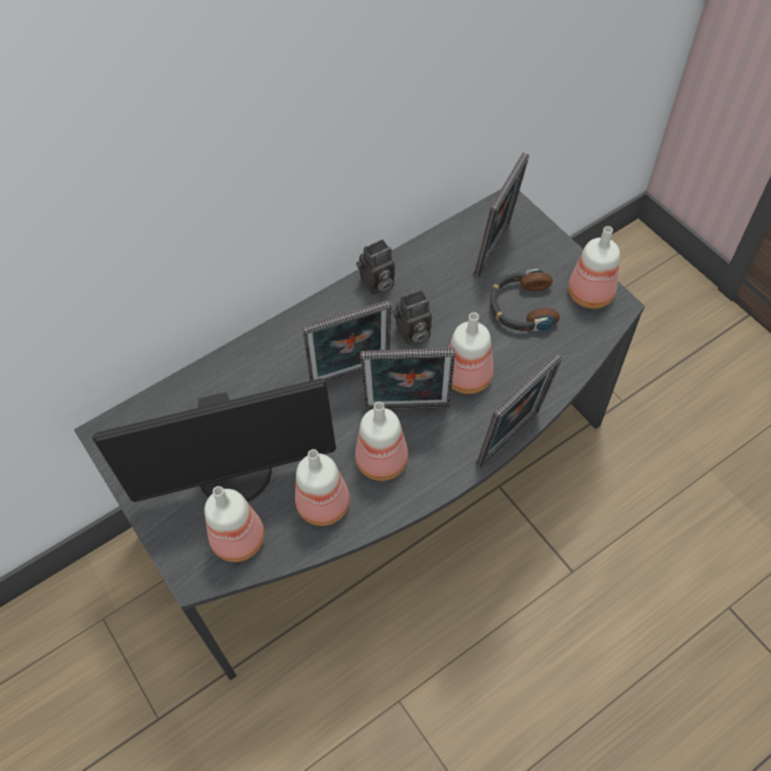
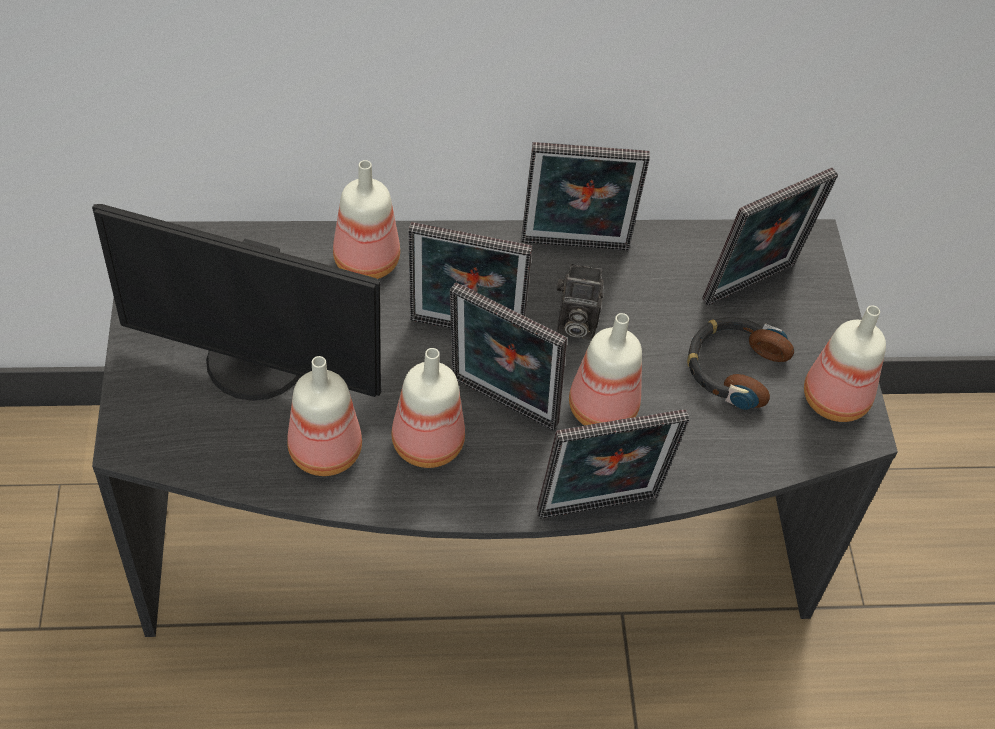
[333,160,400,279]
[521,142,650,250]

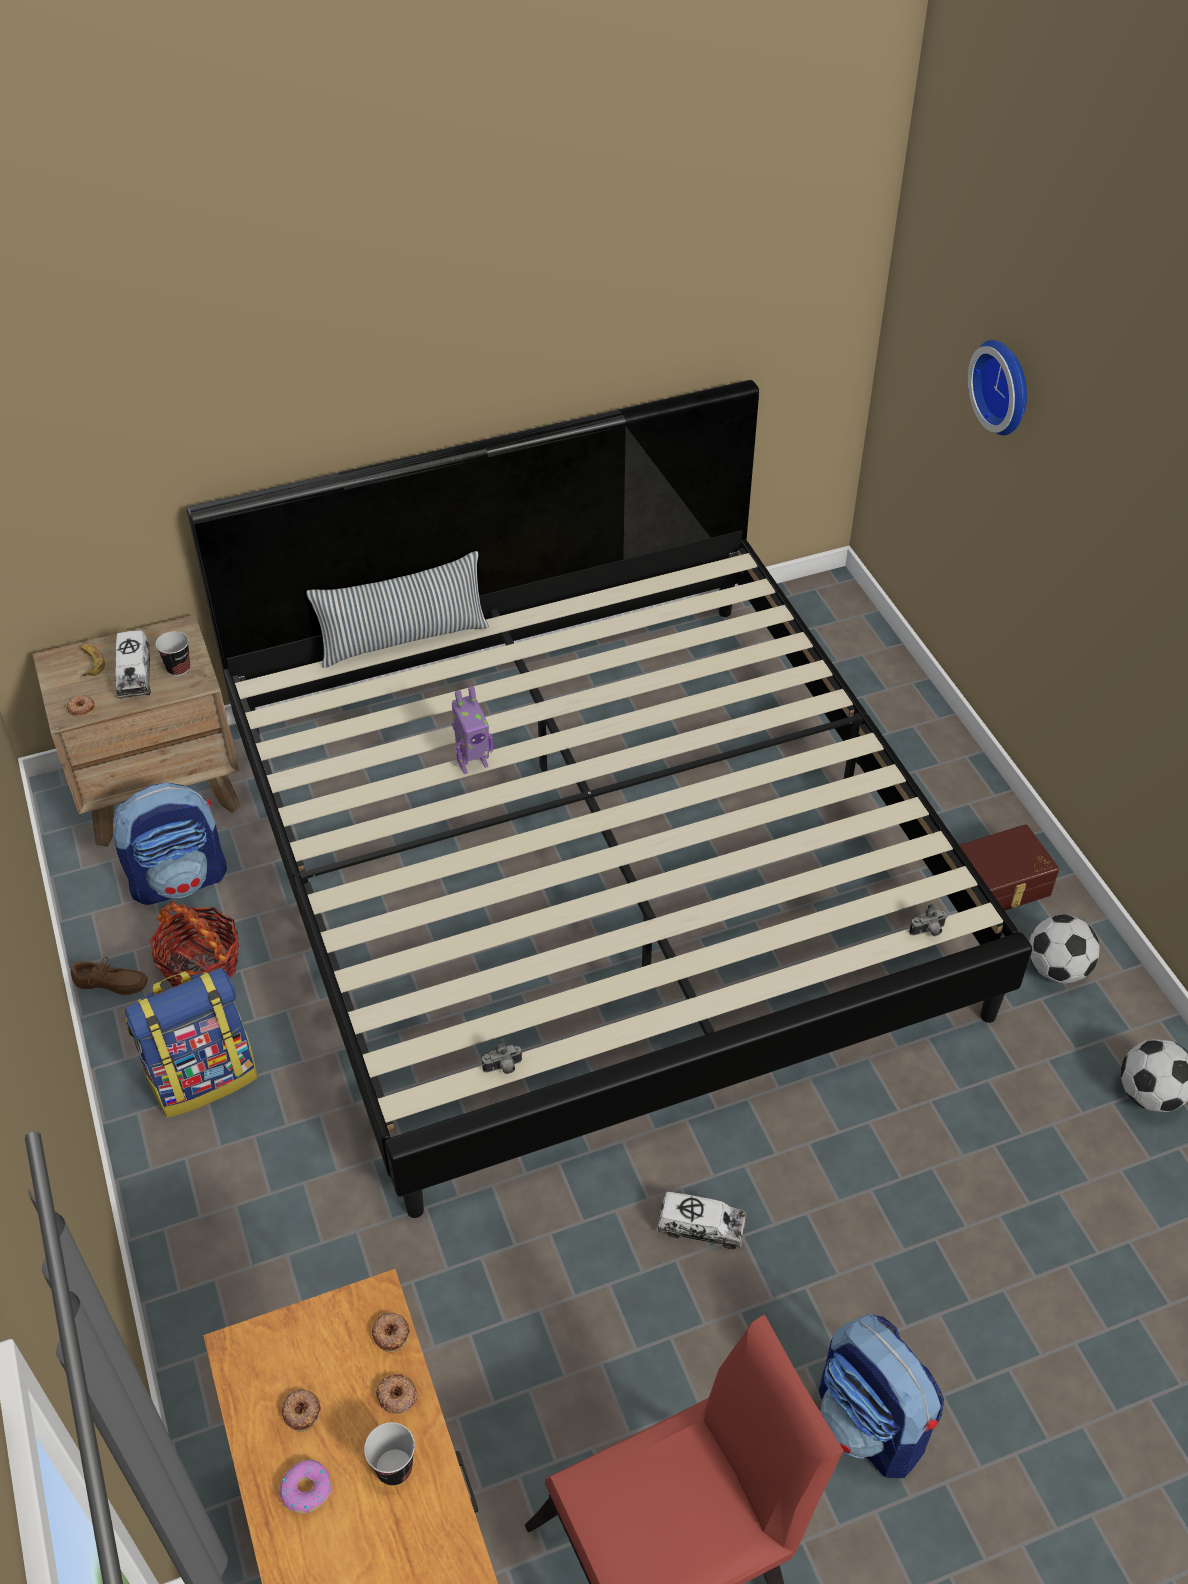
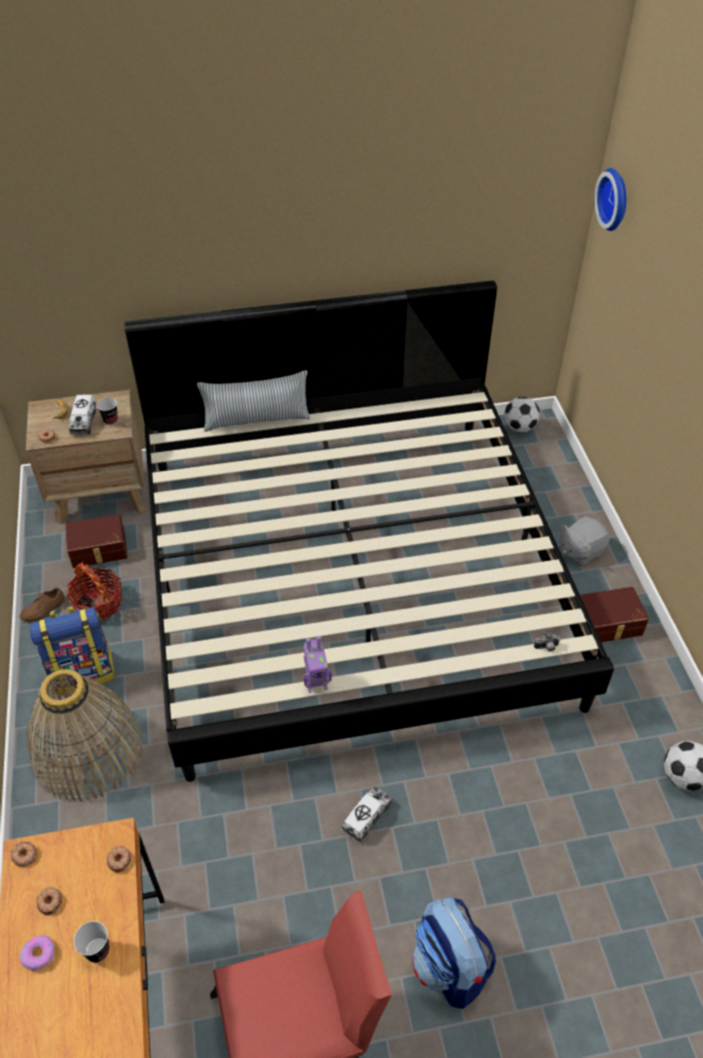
[11,841,37,867]
[20,587,65,622]
[27,669,143,802]
[65,514,128,568]
[304,636,332,693]
[342,786,392,843]
[504,397,540,433]
[559,516,610,566]
[594,168,626,231]
[482,1039,522,1074] (first image)

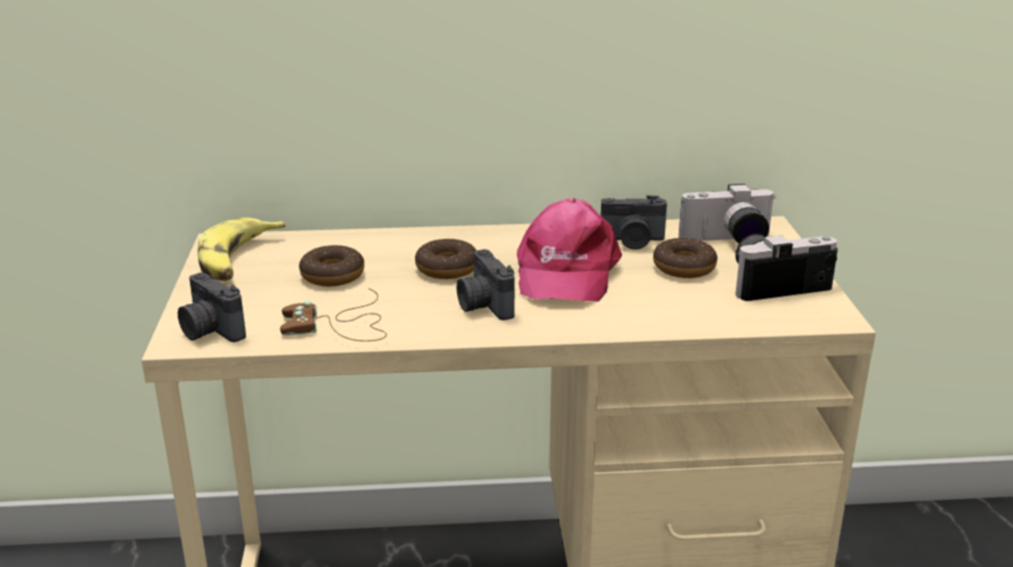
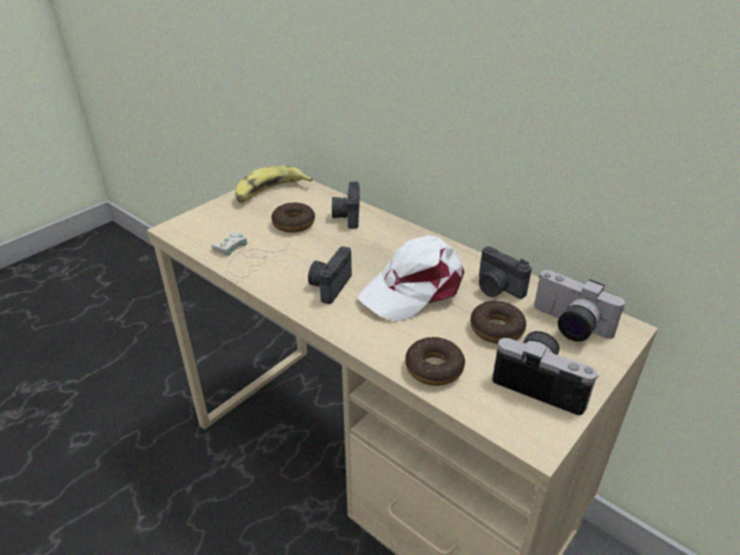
[211,232,289,278]
[332,181,360,228]
[357,235,464,322]
[405,337,465,386]

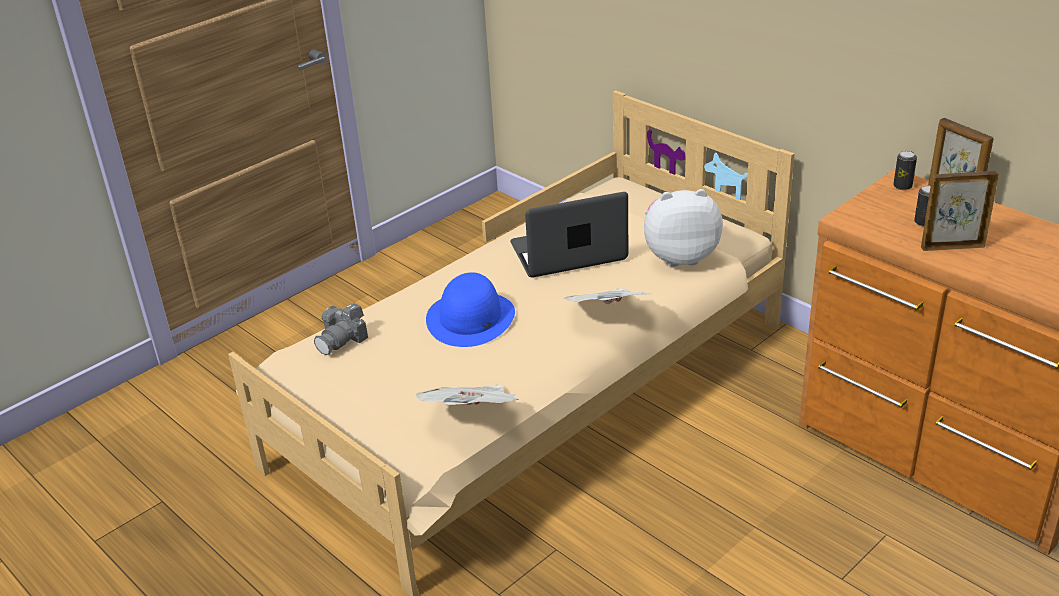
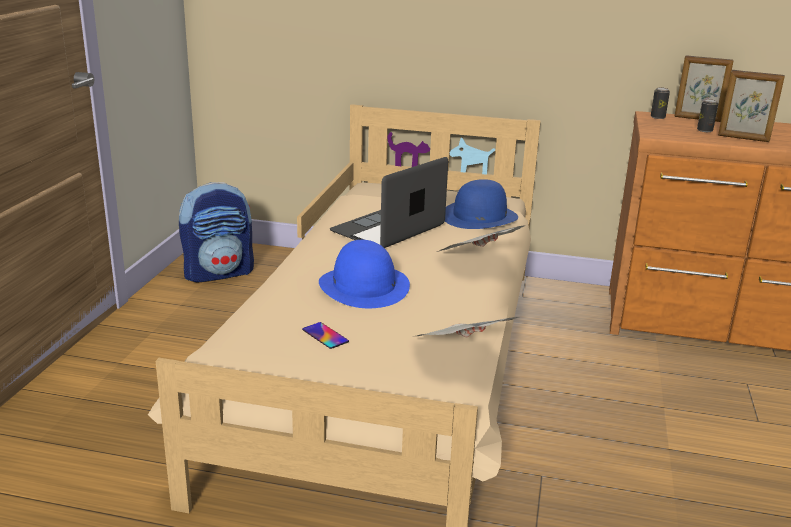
[179,182,254,283]
[302,322,349,349]
[445,179,518,229]
[718,70,785,142]
[314,303,368,355] (first image)

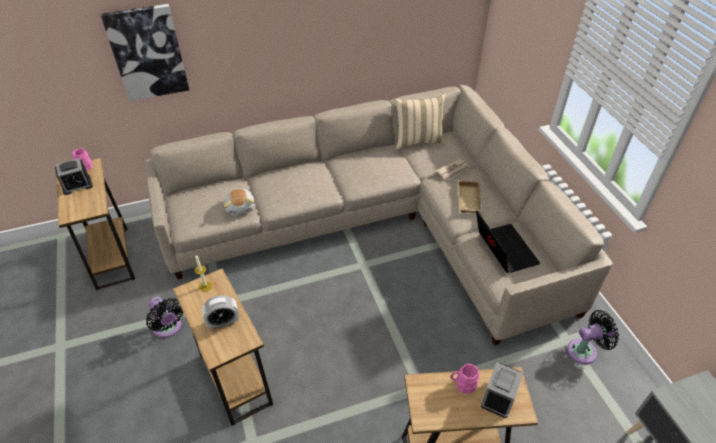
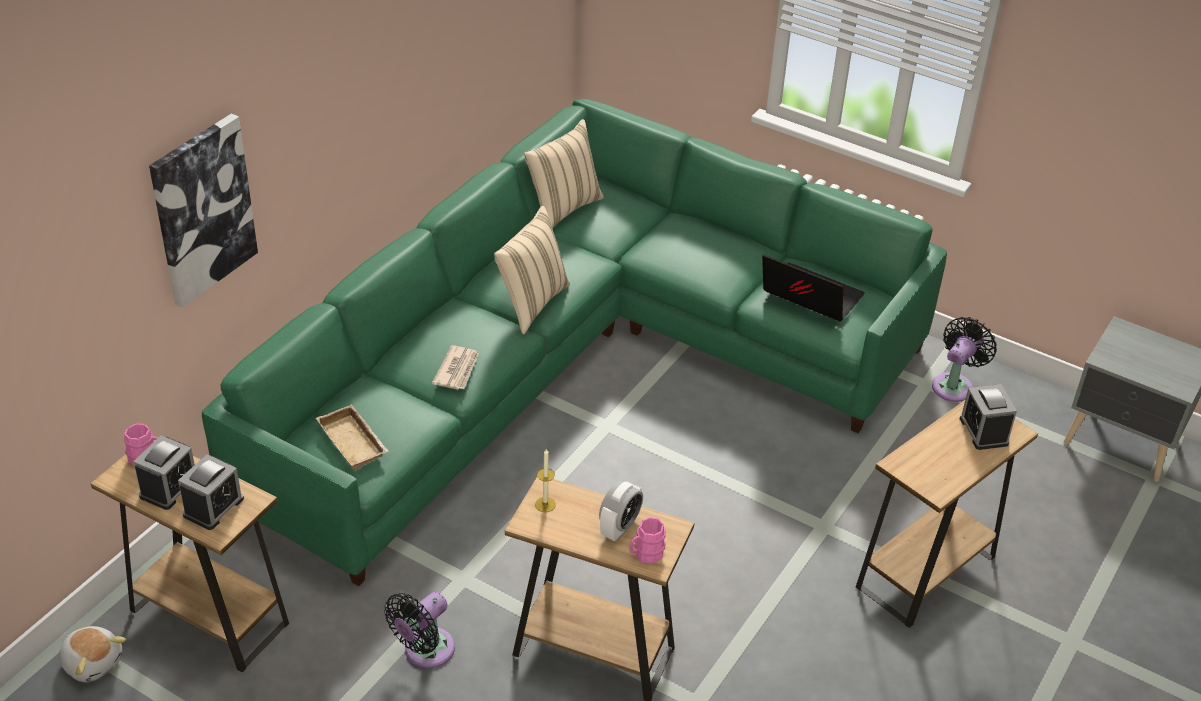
[59,626,126,682]
[178,454,244,530]
[202,99,947,586]
[316,404,389,470]
[384,592,455,668]
[432,345,479,390]
[494,206,570,334]
[629,517,666,564]

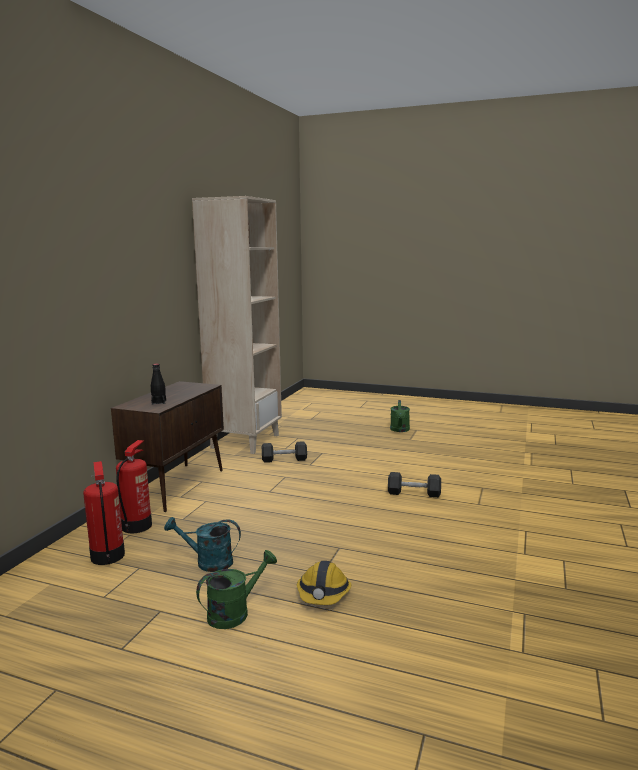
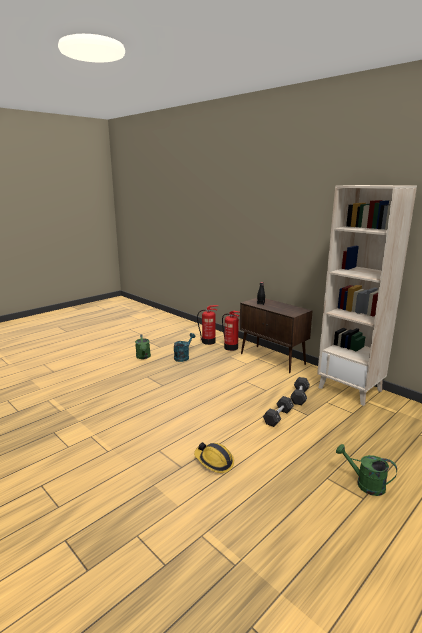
[194,442,234,473]
[263,396,294,427]

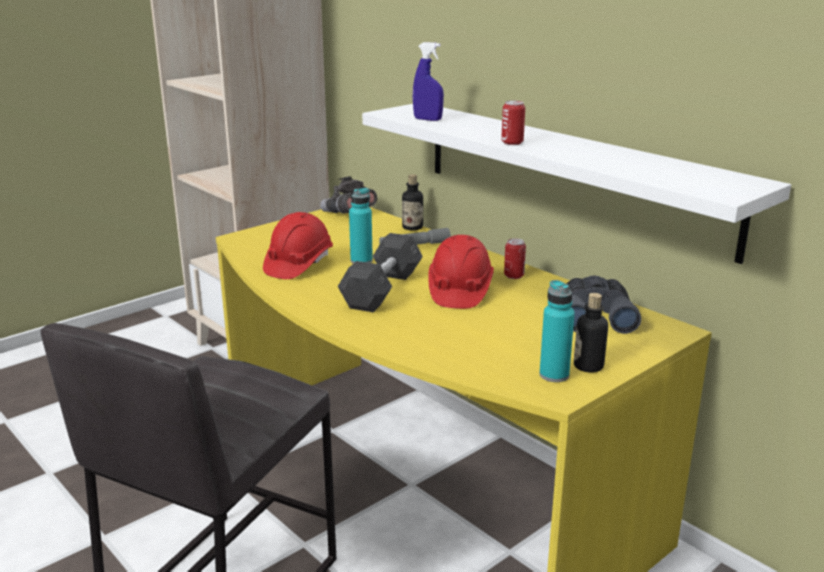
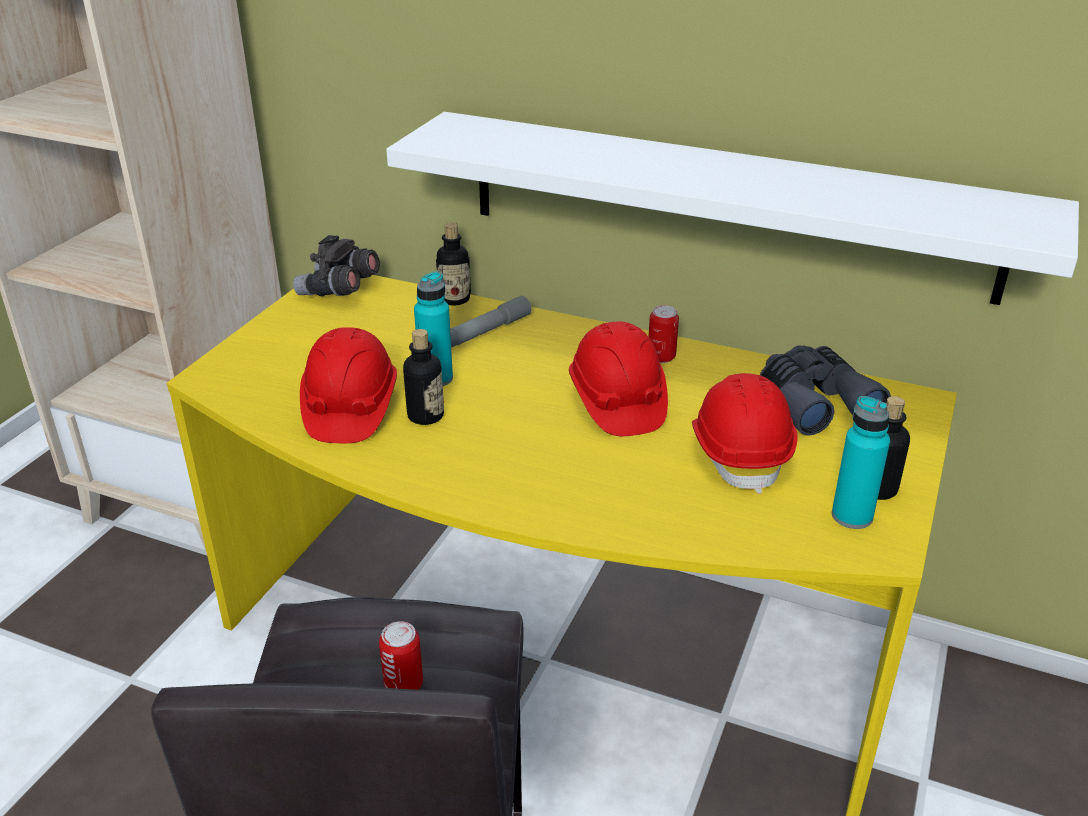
[379,621,423,690]
[403,329,444,425]
[692,373,798,494]
[338,233,423,312] (first image)
[413,42,444,121] (first image)

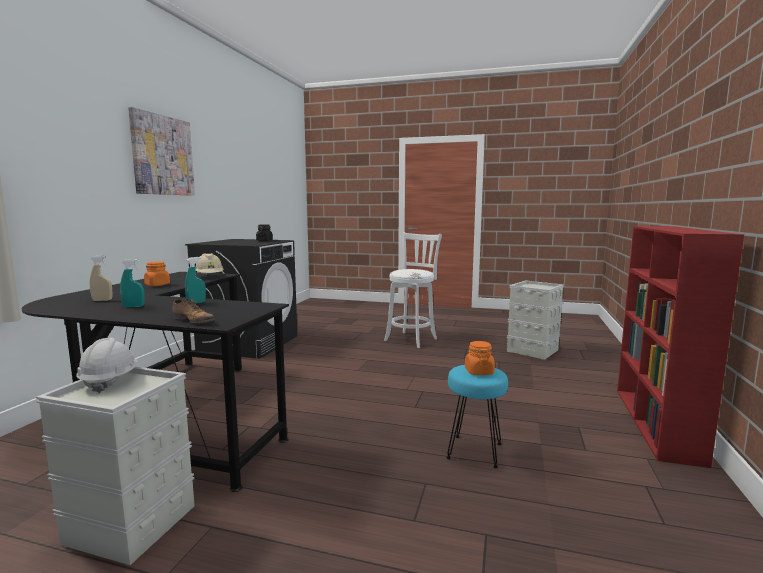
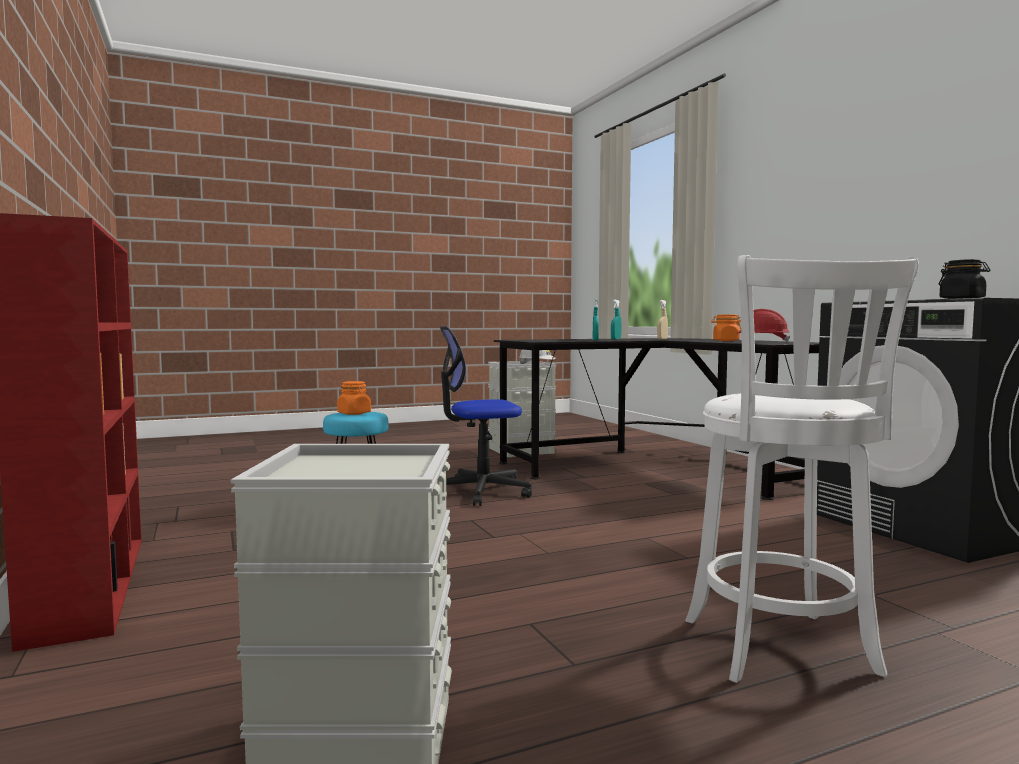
[440,326,532,506]
[736,309,790,343]
[128,107,195,196] (first image)
[172,299,215,323] (first image)

